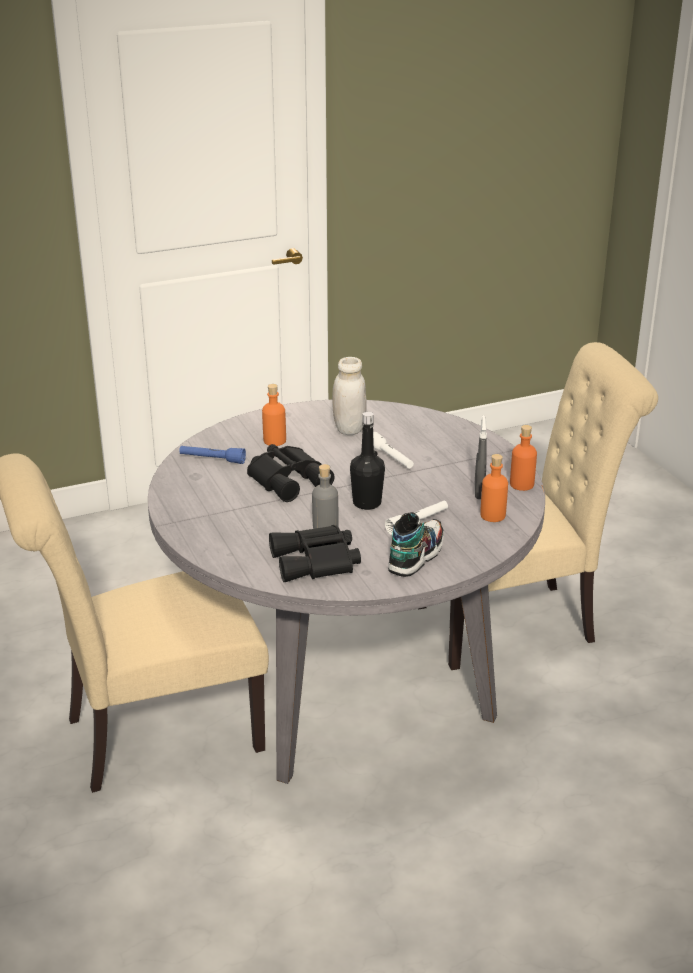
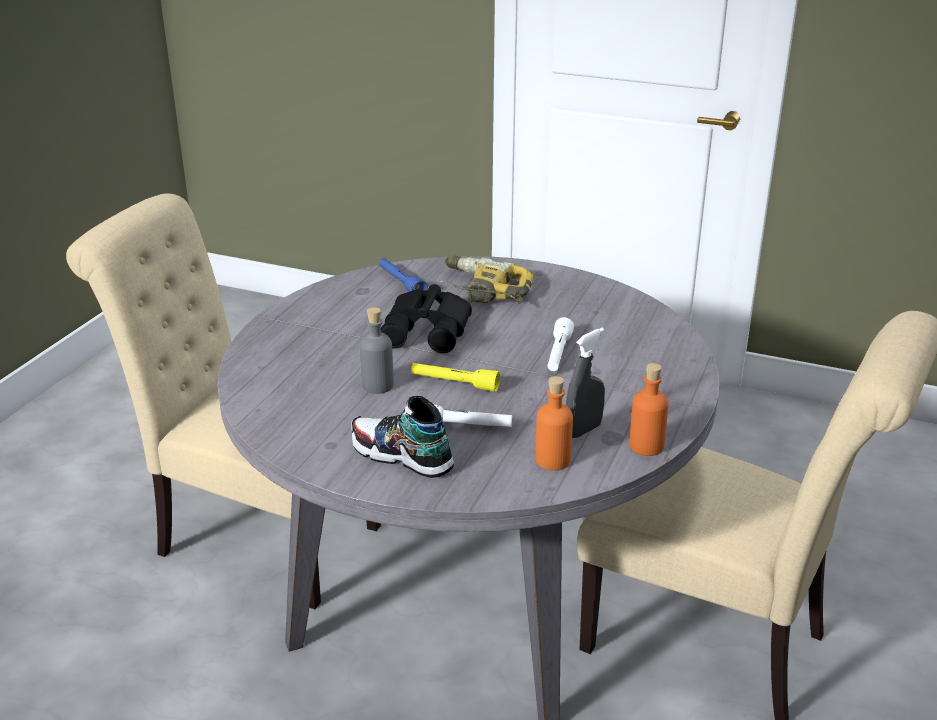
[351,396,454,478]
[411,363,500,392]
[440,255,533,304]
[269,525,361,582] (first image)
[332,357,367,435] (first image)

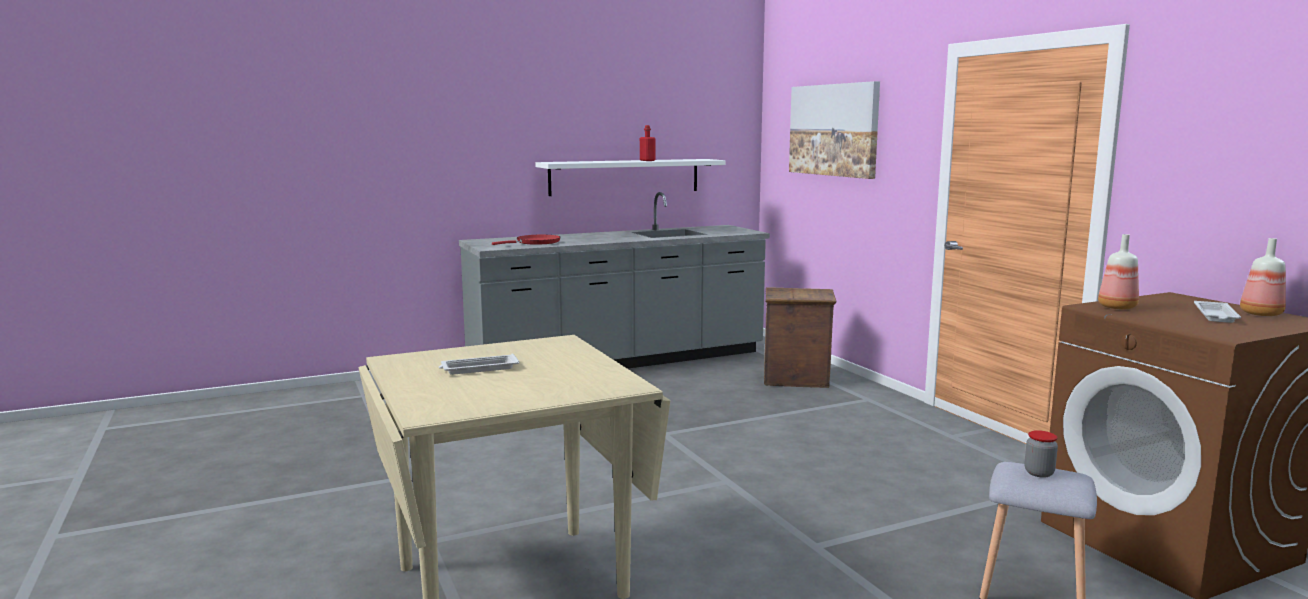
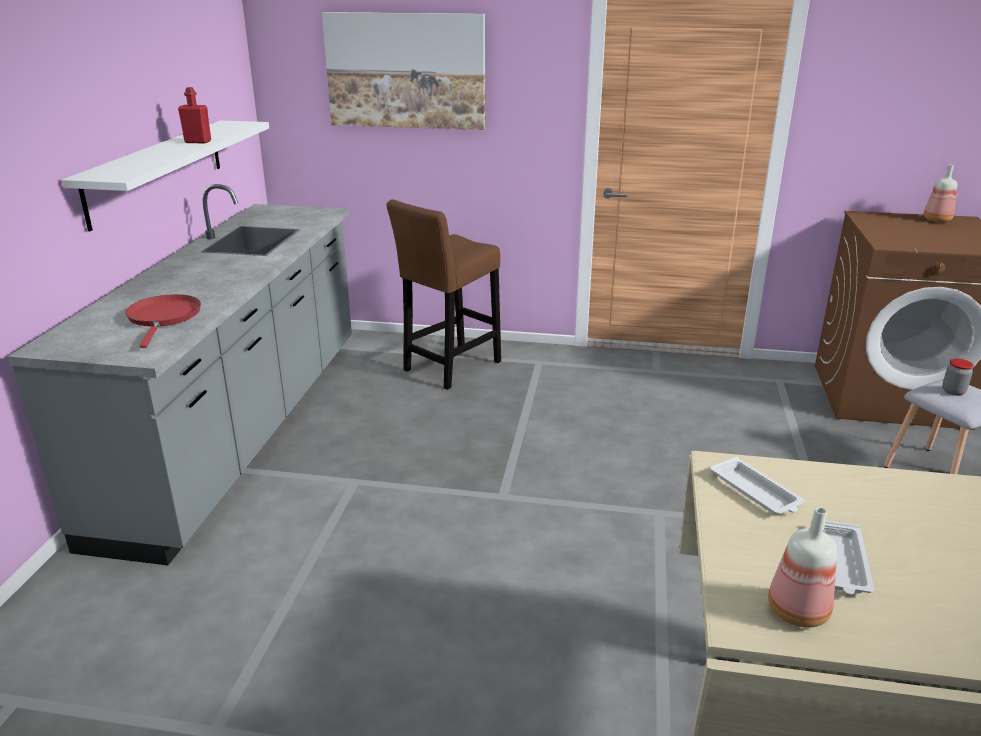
[387,199,501,390]
[710,456,805,515]
[768,507,837,628]

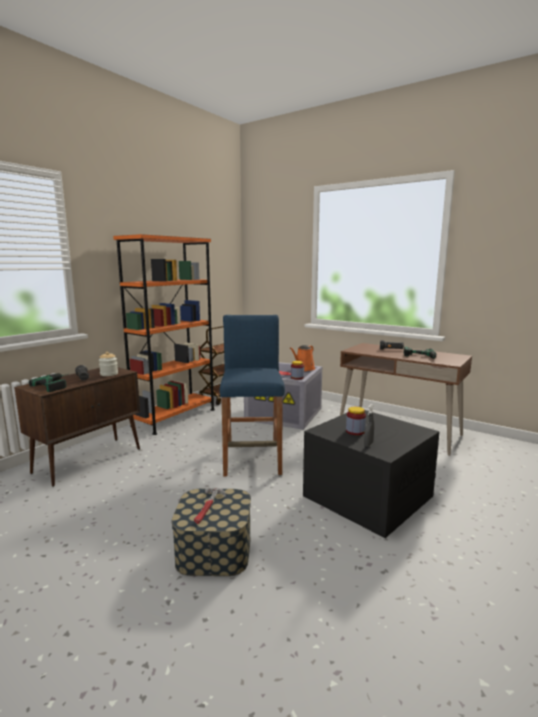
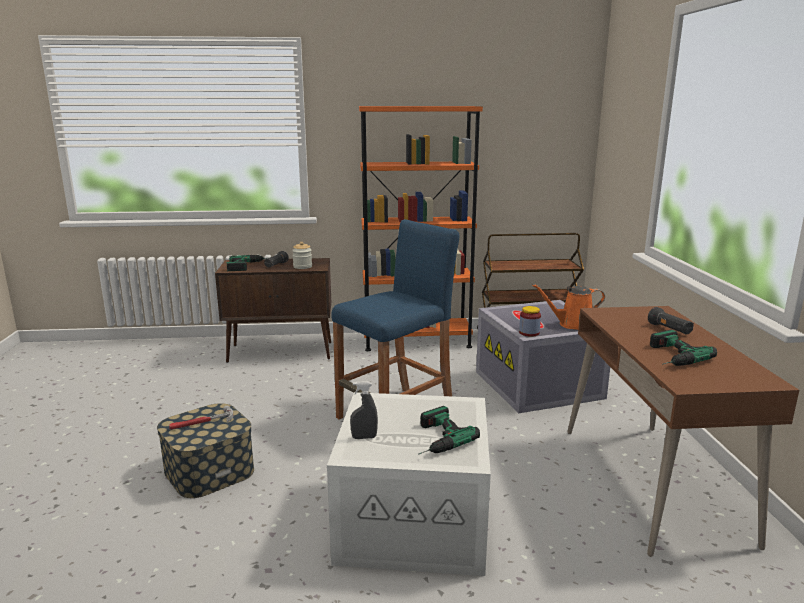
[327,392,491,576]
[418,406,480,455]
[346,407,366,435] (first image)

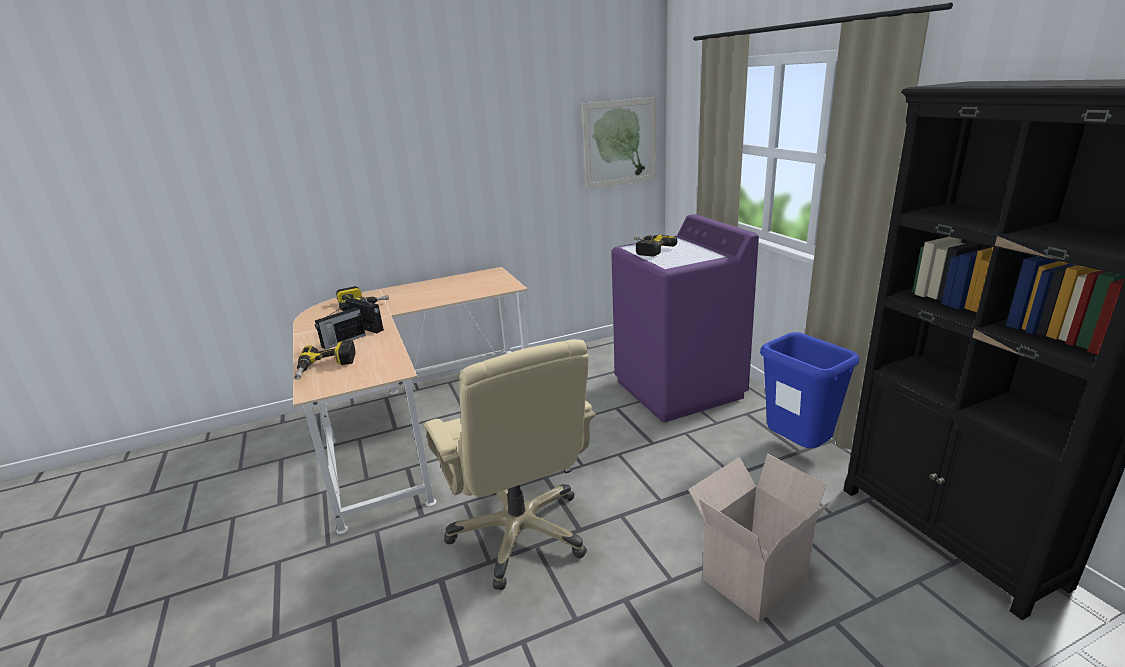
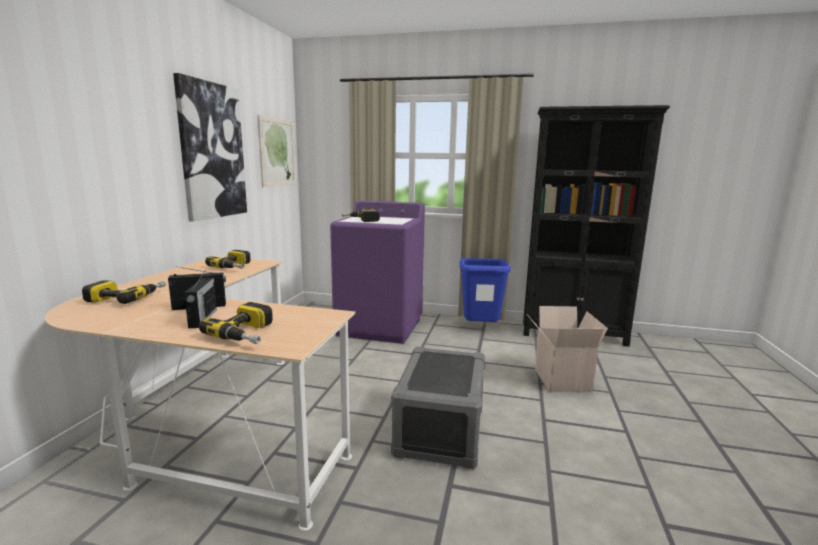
[173,73,247,222]
[205,250,251,269]
[391,346,485,469]

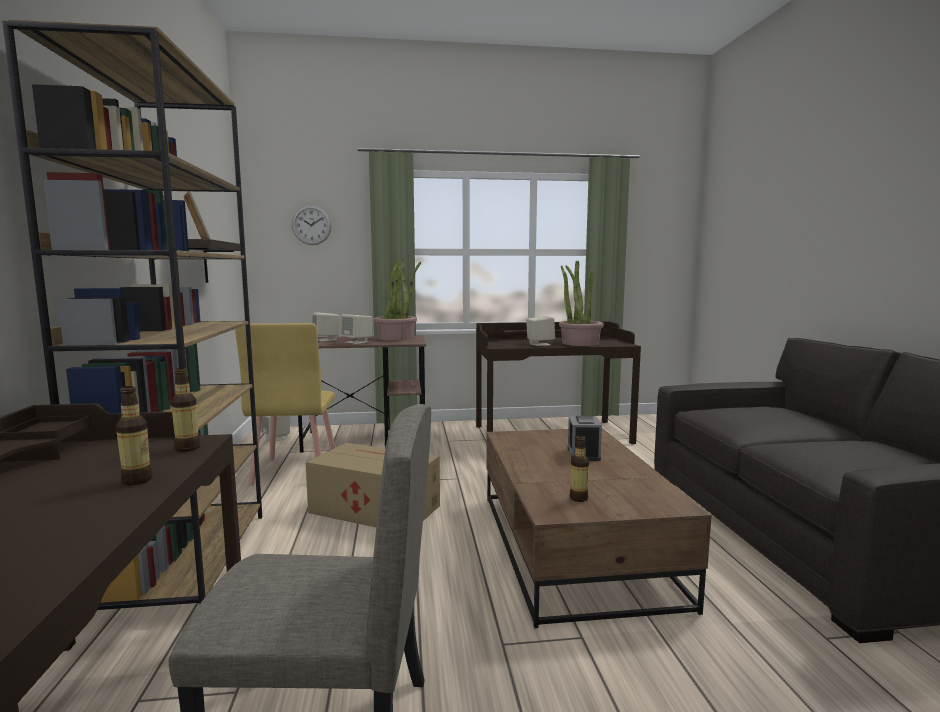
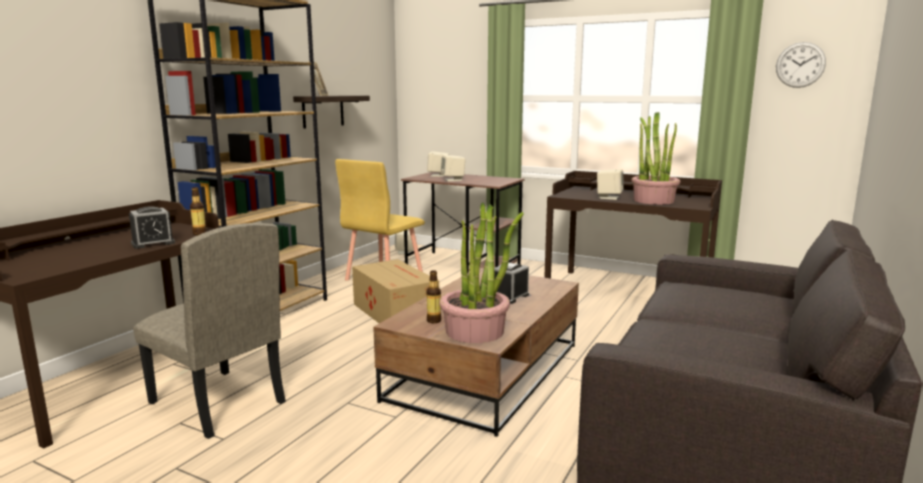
[129,206,175,249]
[439,202,524,343]
[776,42,826,88]

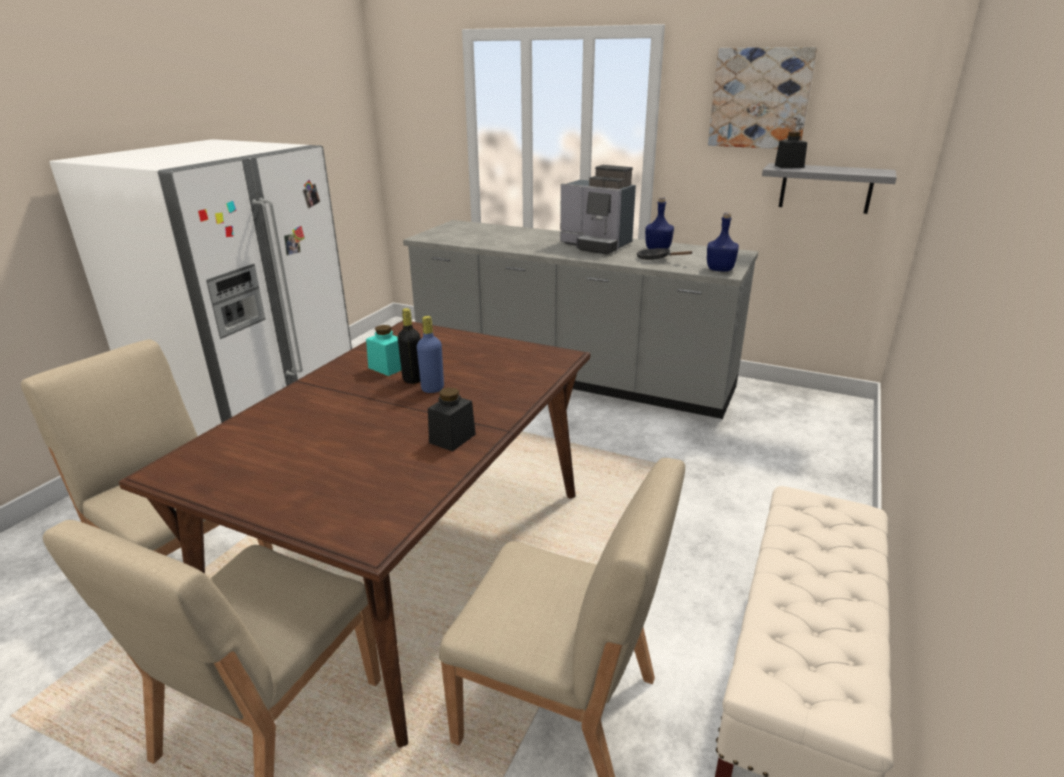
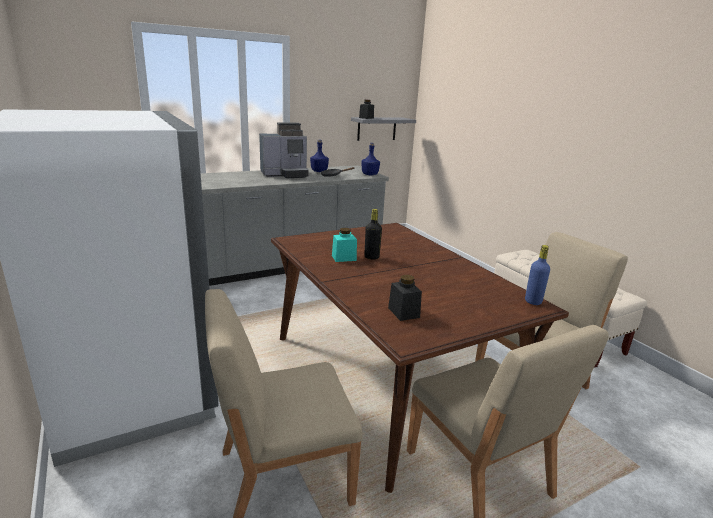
[388,275,422,321]
[525,245,550,305]
[708,47,817,149] (first image)

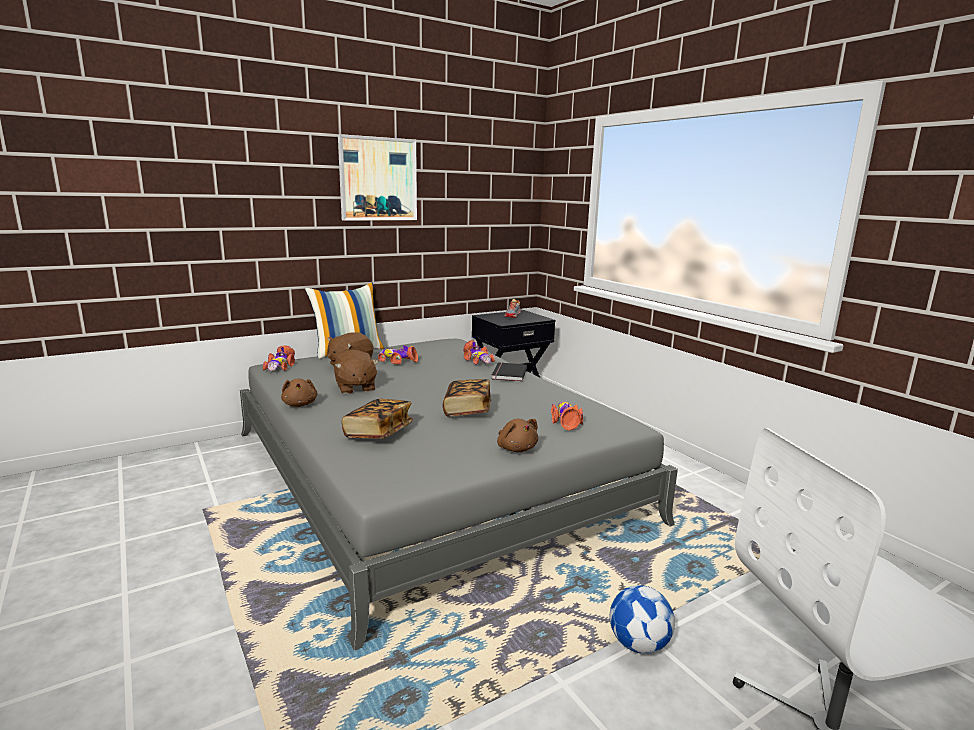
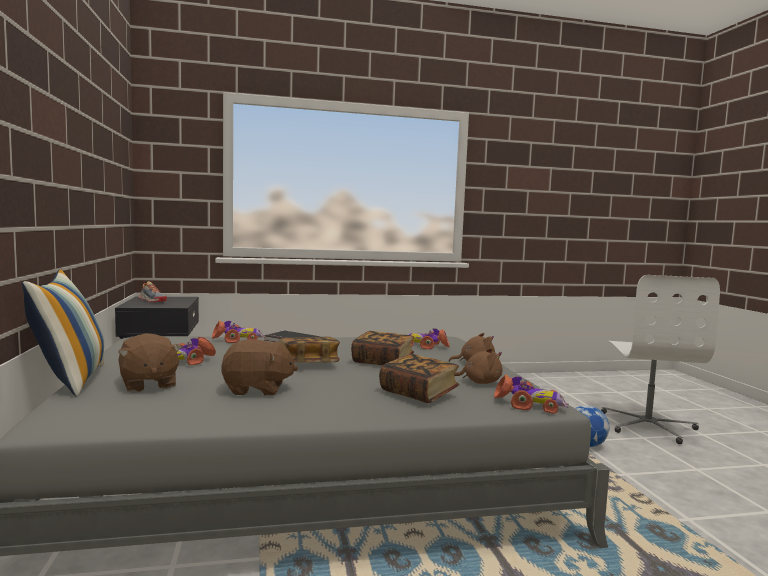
[279,337,340,363]
[454,348,503,384]
[494,375,569,414]
[338,134,417,221] (first image)

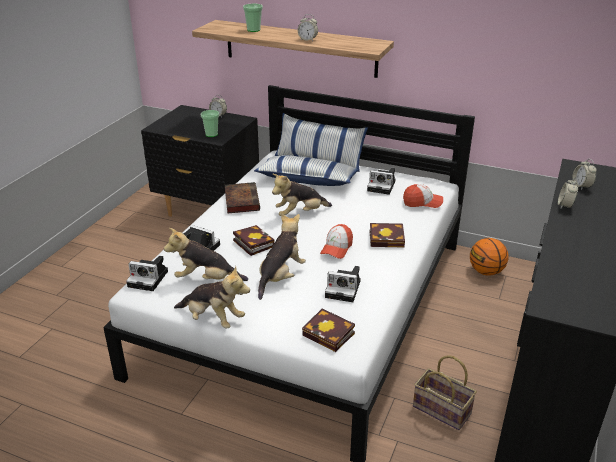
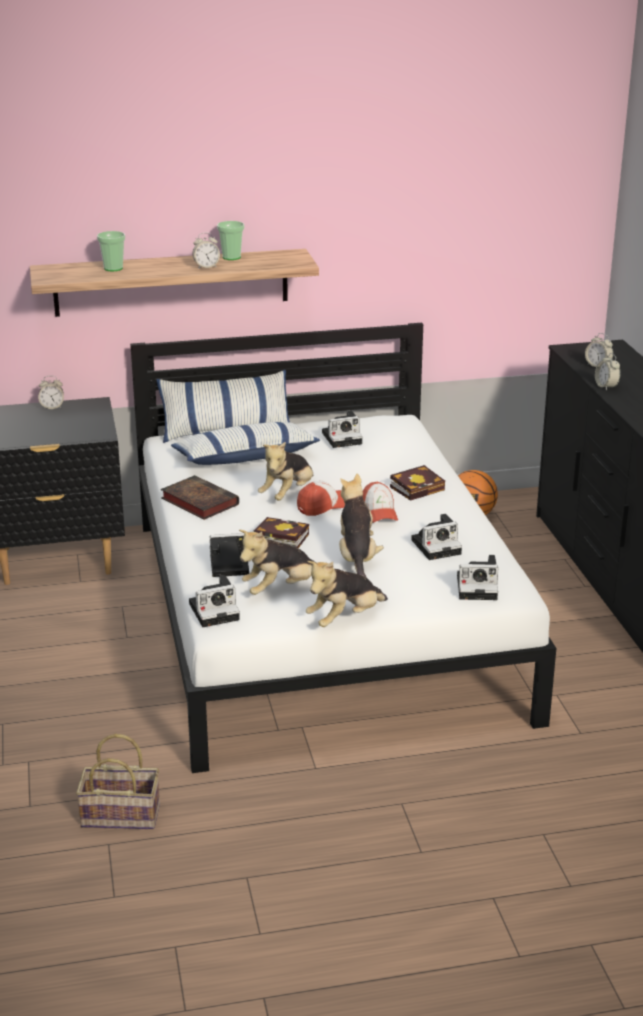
[76,734,160,829]
[217,221,245,260]
[297,481,345,516]
[306,561,388,627]
[457,555,498,600]

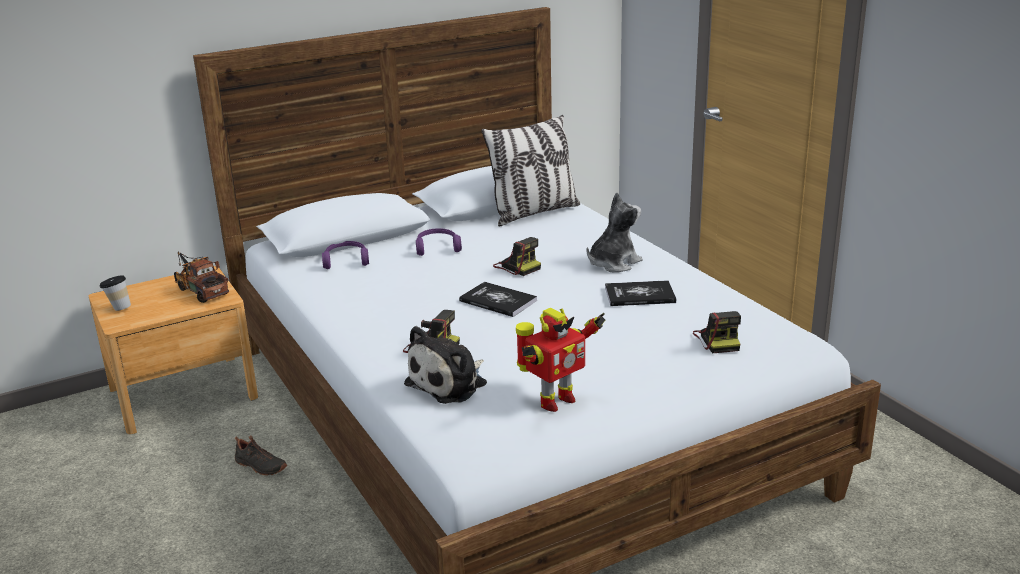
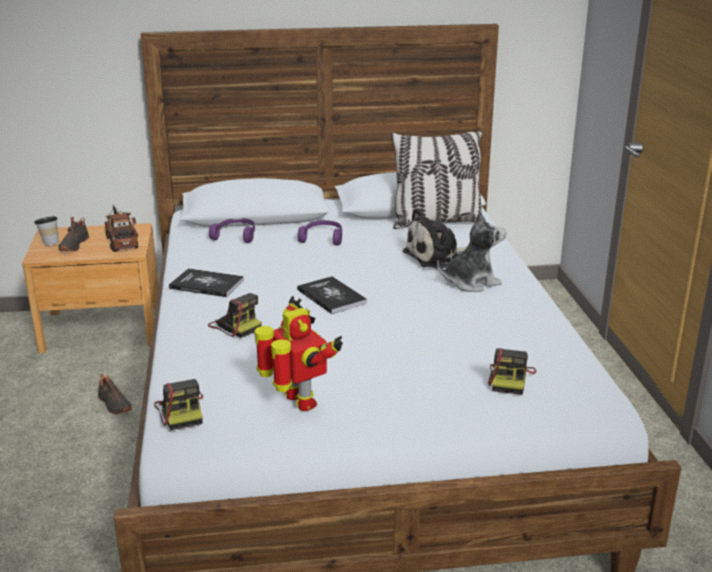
[58,217,89,251]
[154,379,203,430]
[169,268,244,297]
[255,296,343,411]
[402,208,467,269]

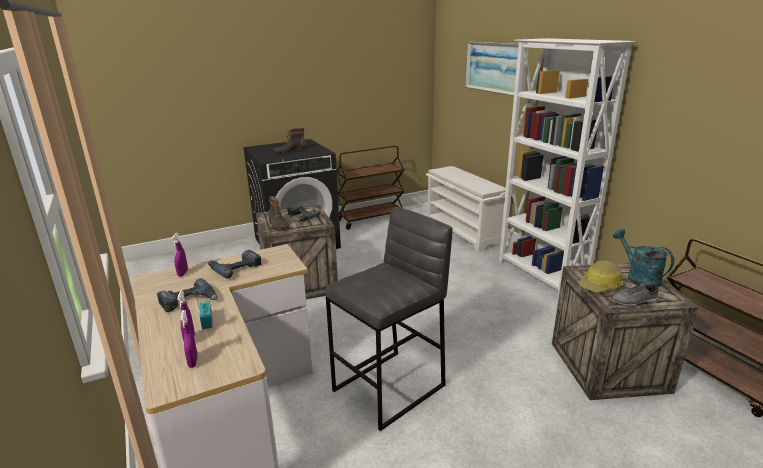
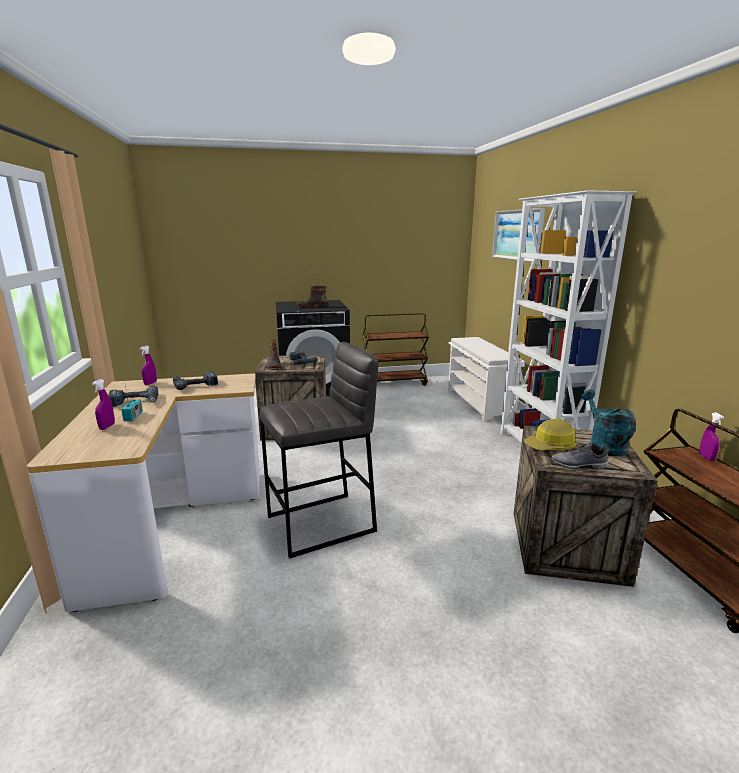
[699,412,724,461]

